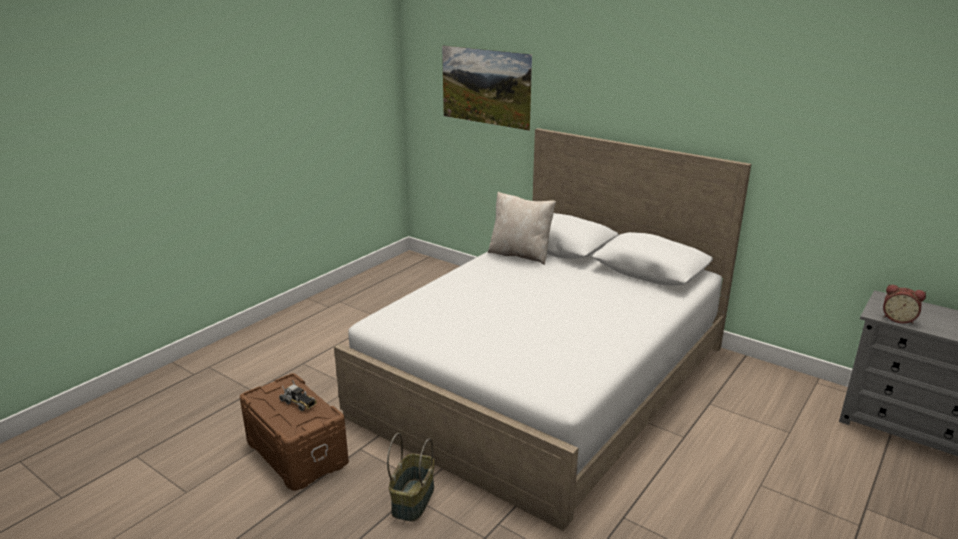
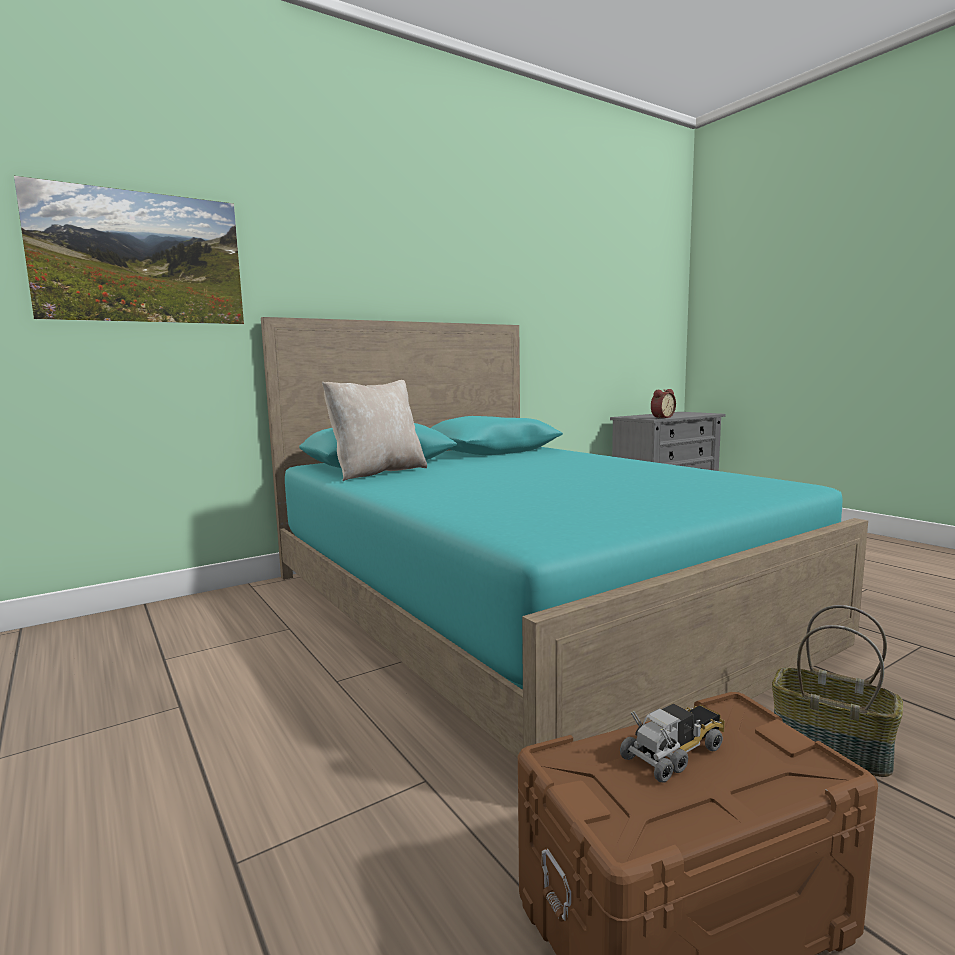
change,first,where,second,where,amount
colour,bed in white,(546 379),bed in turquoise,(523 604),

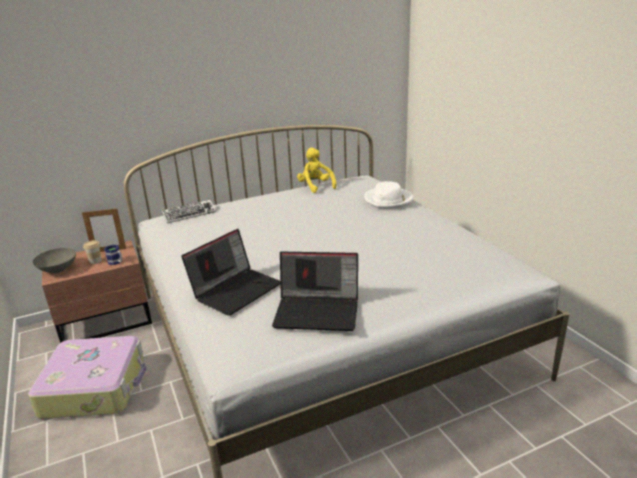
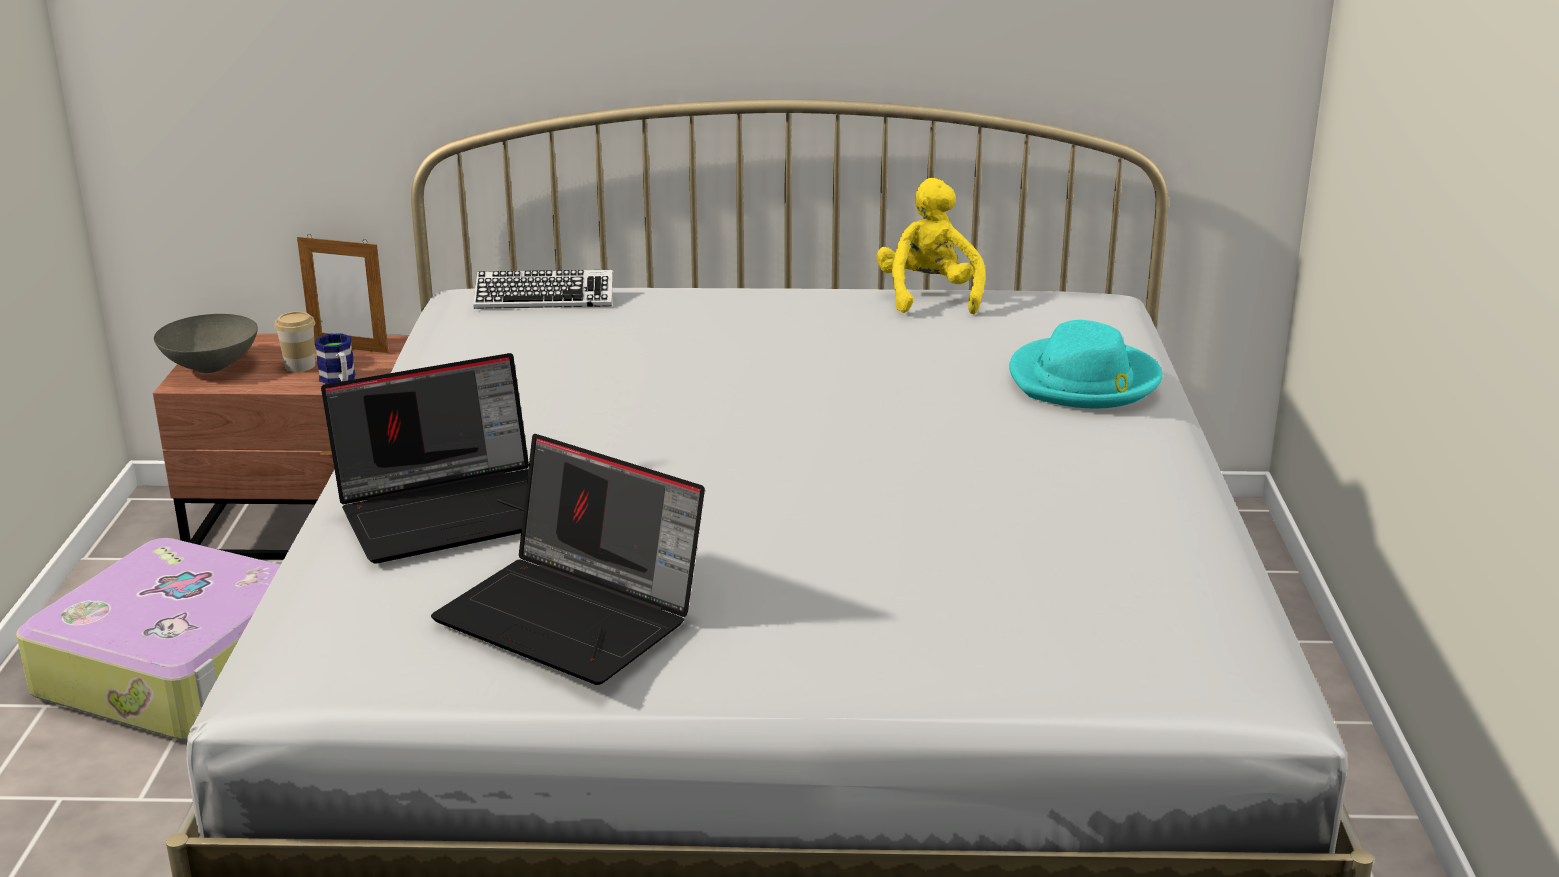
change,first,where,second,where,amount
colour,hat in white,(388 200),hat in turquoise,(1084 381),

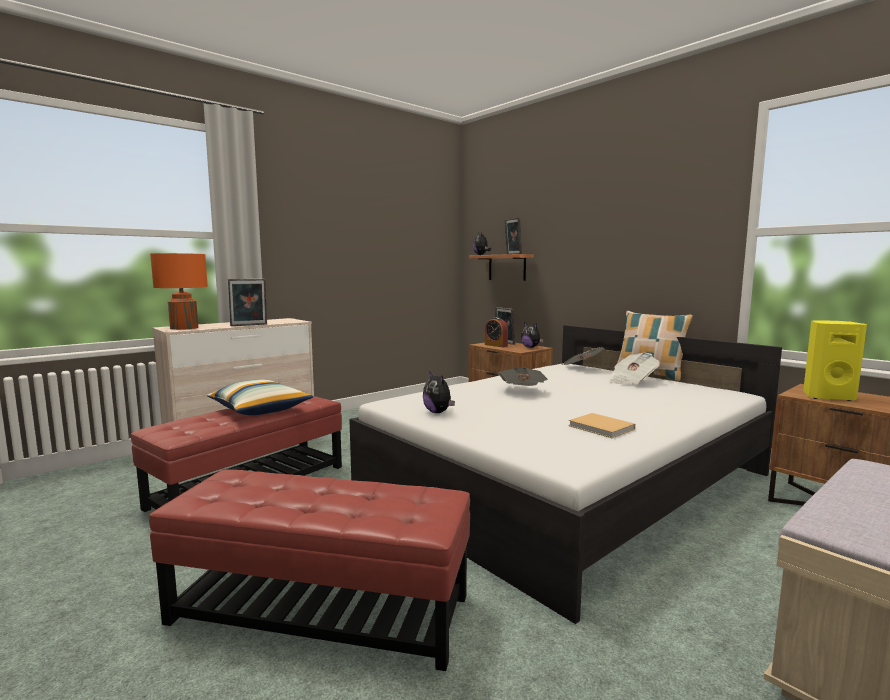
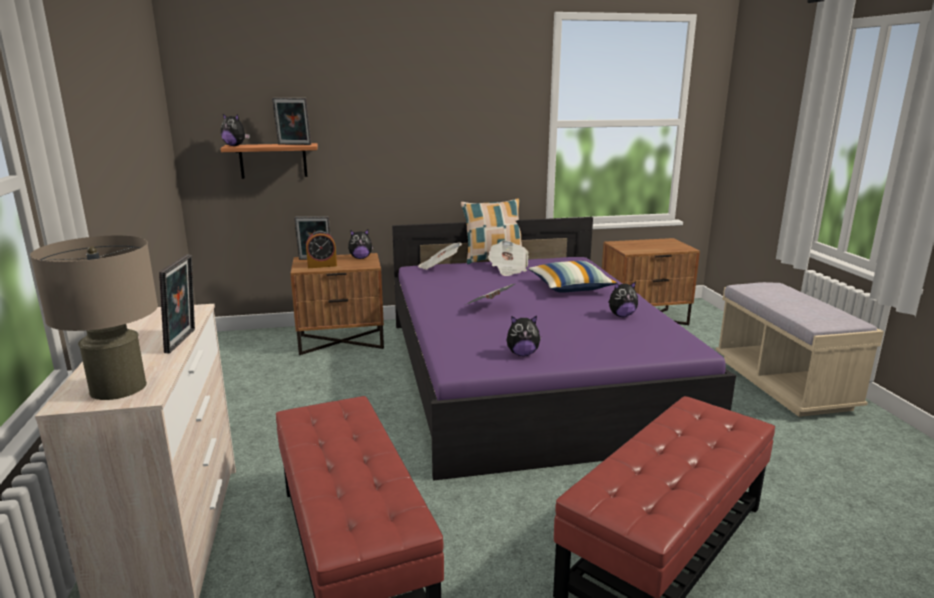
change,first,where,second,where,amount
colour,table lamp in orange,(184 328),table lamp in beige,(118 387),
relocated,pillow,(260 410),,(570 287),
colour,bed in white,(565 481),bed in purple,(528 375),
exchanged,book in beige,(602 428),plush toy,(621 315),
missing,speaker in yellow,(827 397),,,

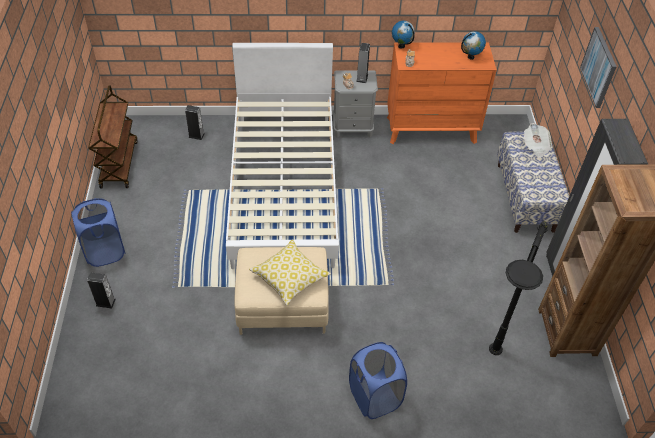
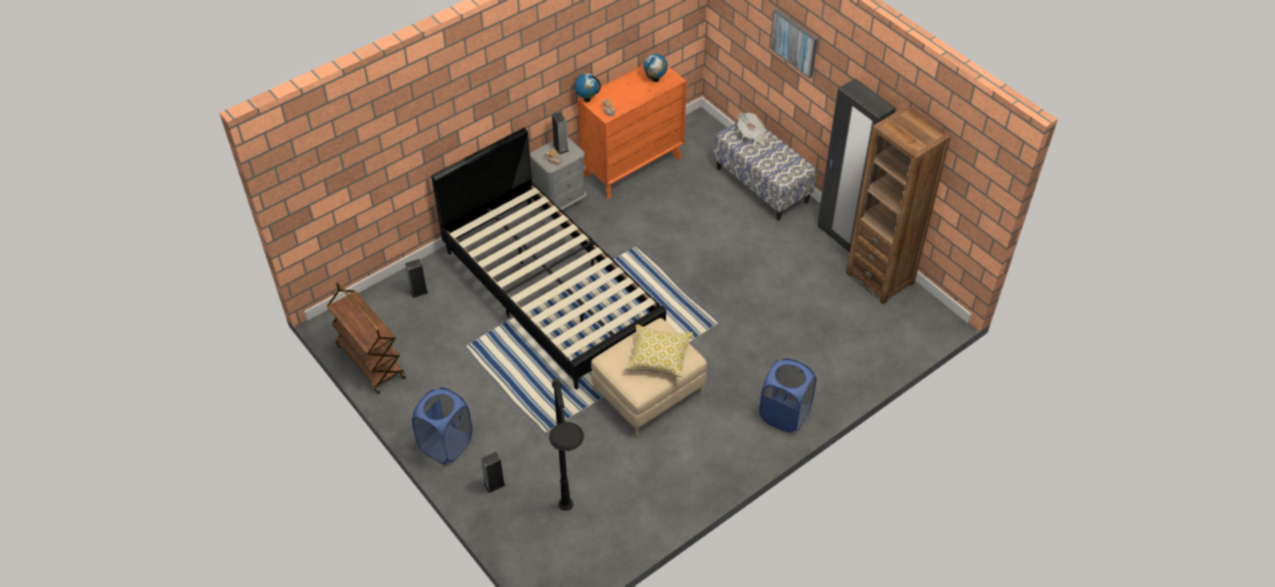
change,first,where,second,where,amount
colour,bed in white,(284 187),bed in black,(551 292),
relocated,floor lamp in black,(481 384),,(572 544),

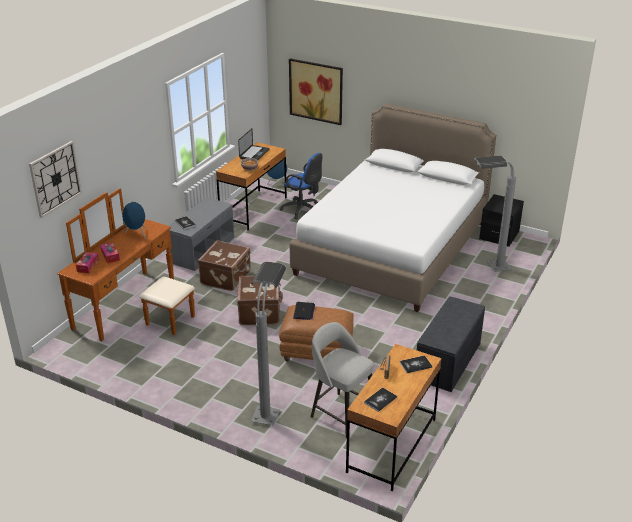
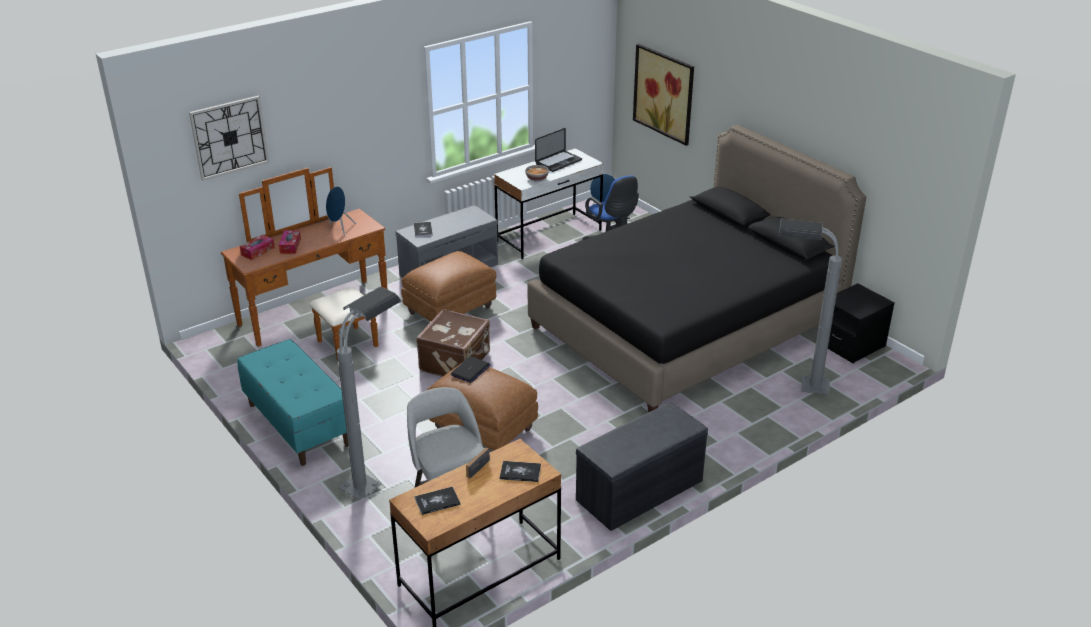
change,first,where,second,where,amount
exchanged,suitcase in brown,(226 277),ottoman in brown,(450 310),
colour,desk in brown,(254 210),desk in white,(549 236),
colour,bed in white,(392 248),bed in black,(686 325),
appeared,,,bench in turquoise,(298 424),

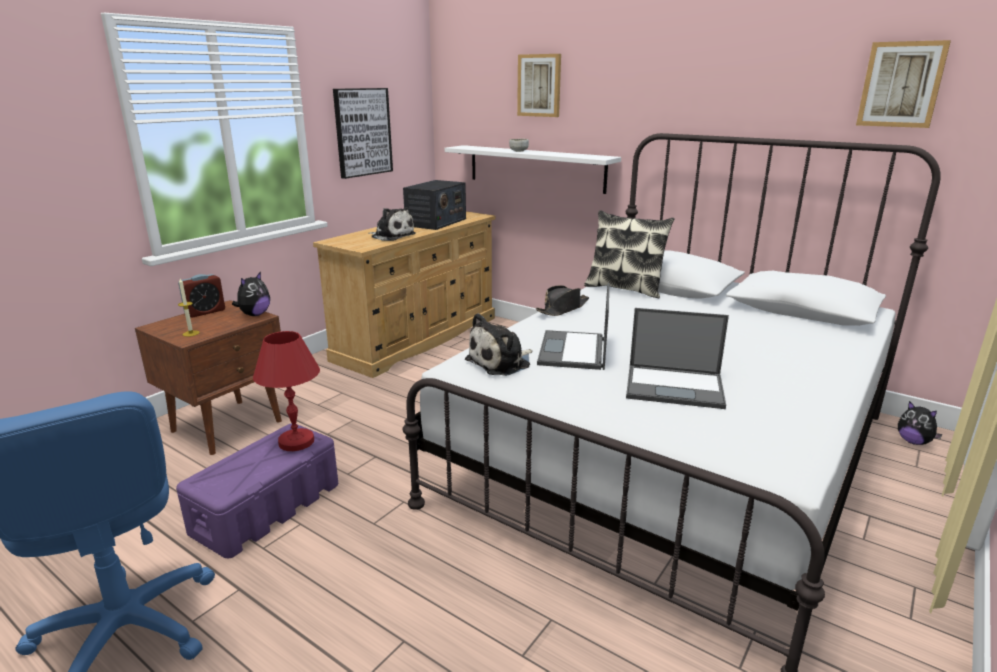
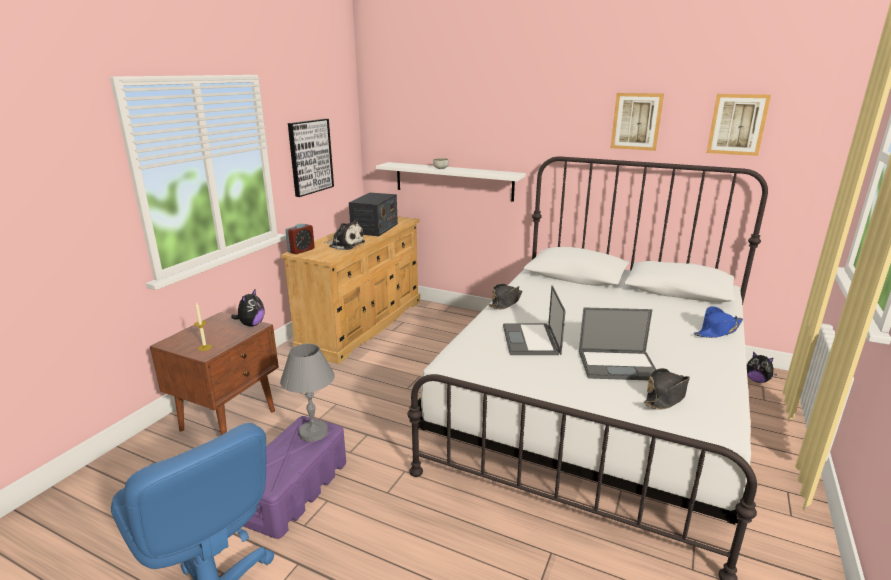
change,first,where,second,where,amount
relocated,alarm clock,(205 312),,(301 250),
colour,table lamp in red,(297 441),table lamp in grey,(314 432),
missing,plush toy,(501 362),,,
relocated,picture,(539 85),,(636 121),
missing,pillow,(625 288),,,
appeared,,,hat in black,(666 396),
appeared,,,hat in blue,(717 331),

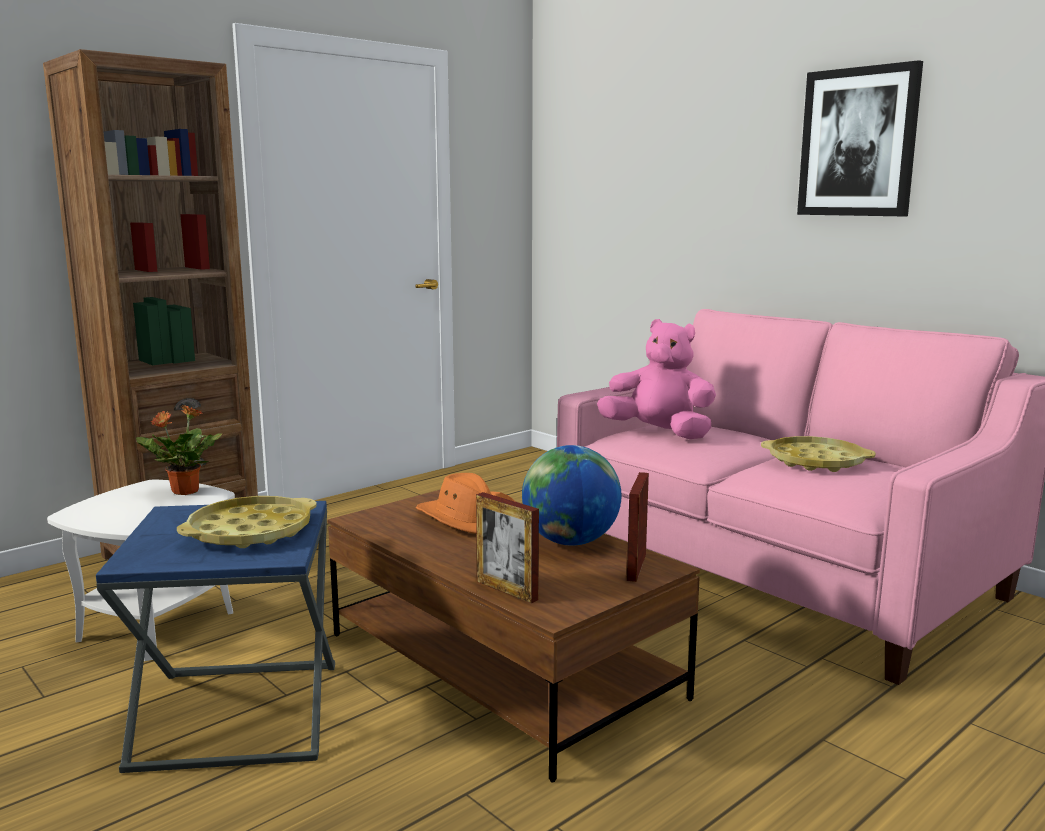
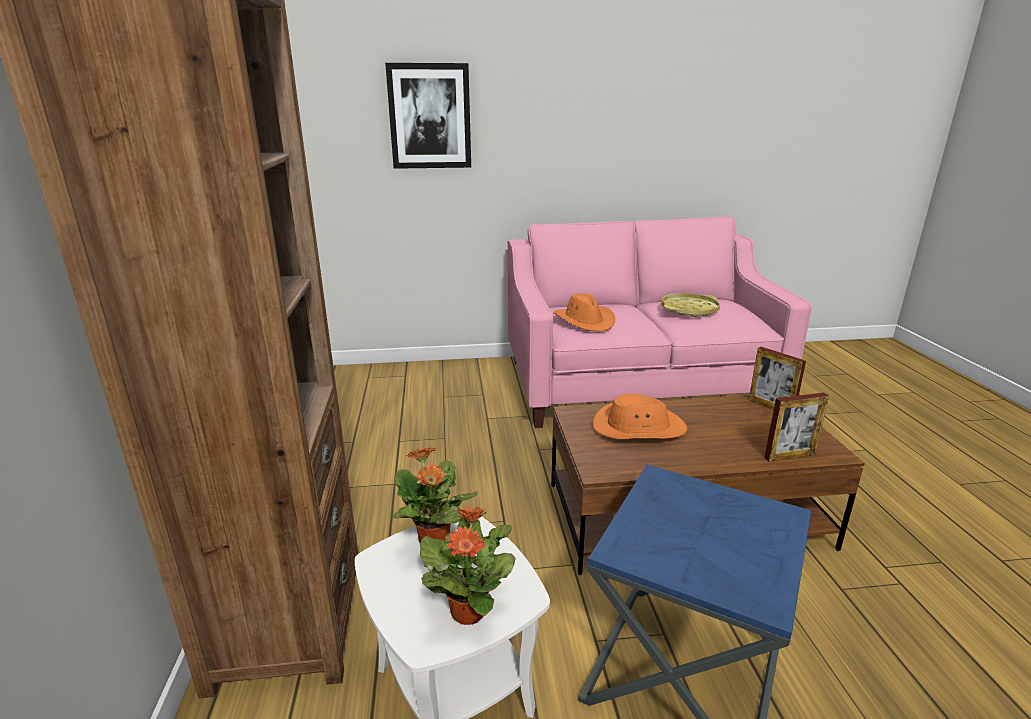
change,first,where,second,where,amount
missing,tray in yellow,(250 532),,,
missing,globe,(570 542),,,
exchanged,plush toy in pink,(659 433),hat in orange,(585 321),
relocated,picture,(858 142),,(430 117),
appeared,,,potted plant,(469 610),

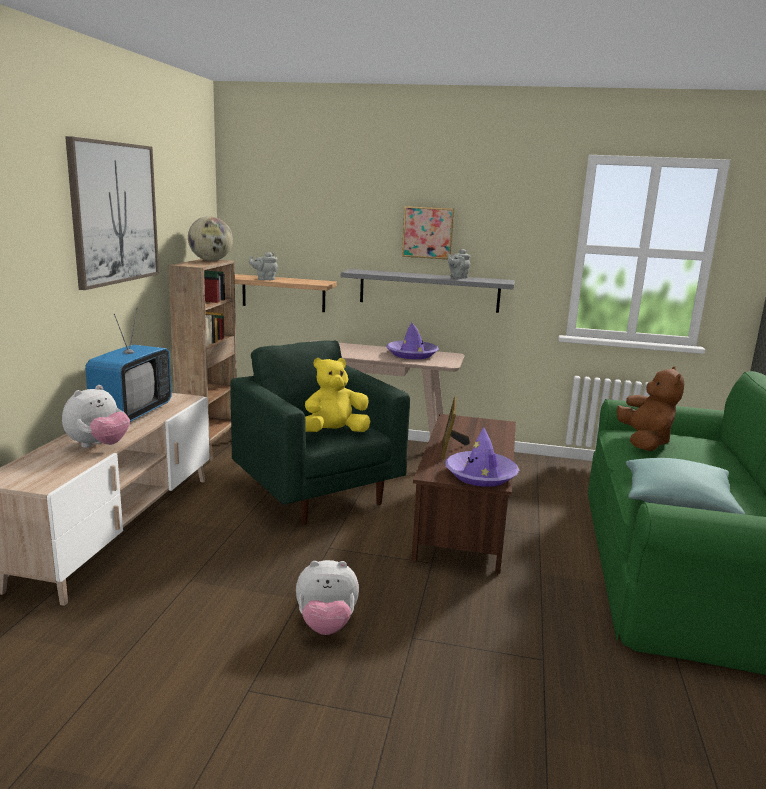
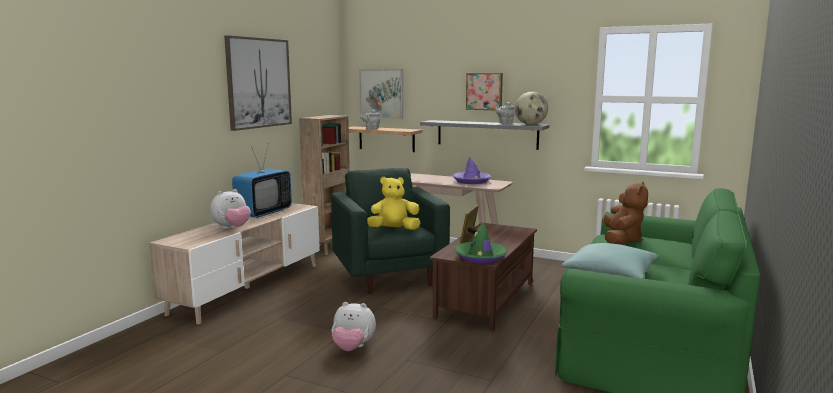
change,first,where,second,where,amount
relocated,globe,(211 260),,(530 124),
colour,hat in purple,(481 475),hat in green,(480 257),
appeared,,,picture,(381 93),

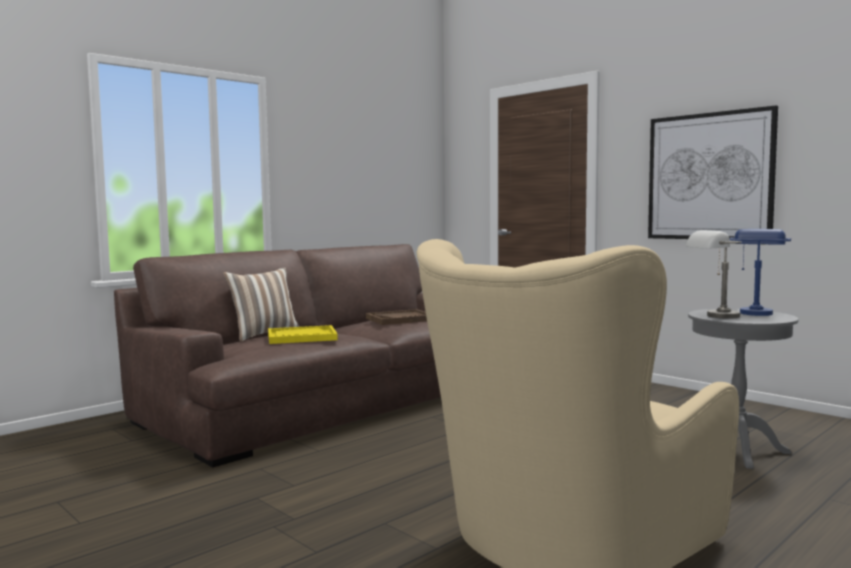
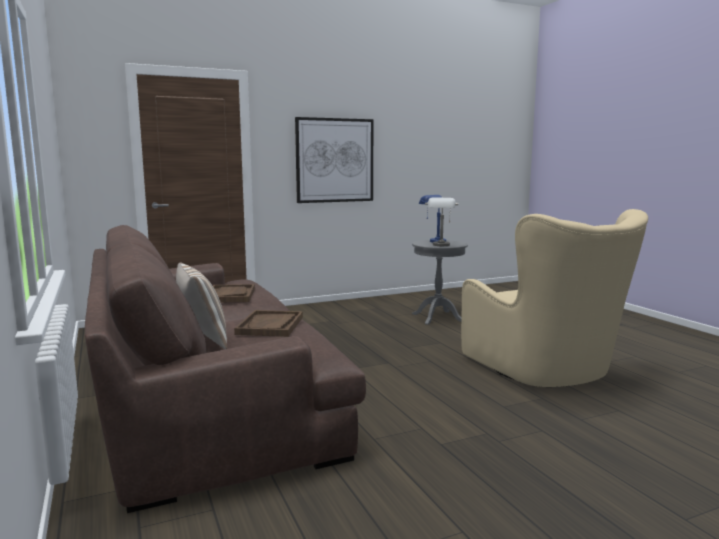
change,first,where,second,where,amount
colour,tray in yellow,(301 337),tray in brown,(270 325),

